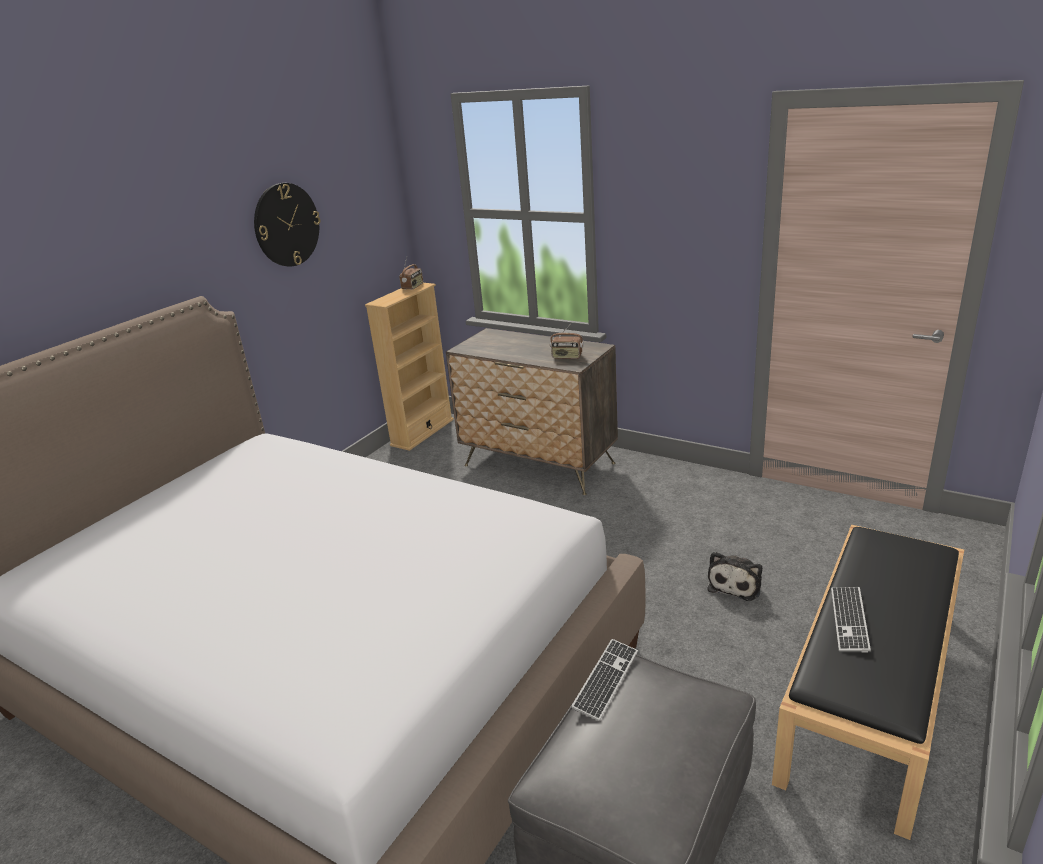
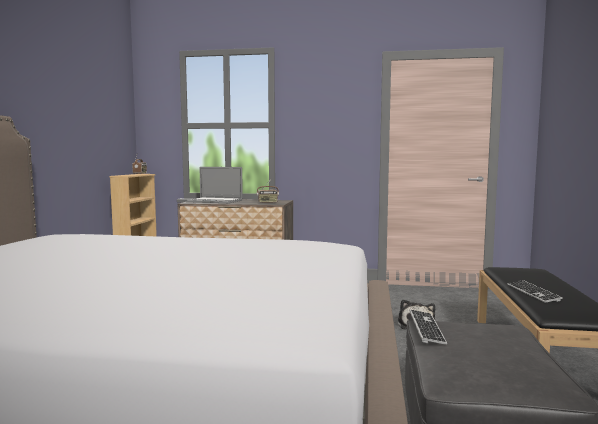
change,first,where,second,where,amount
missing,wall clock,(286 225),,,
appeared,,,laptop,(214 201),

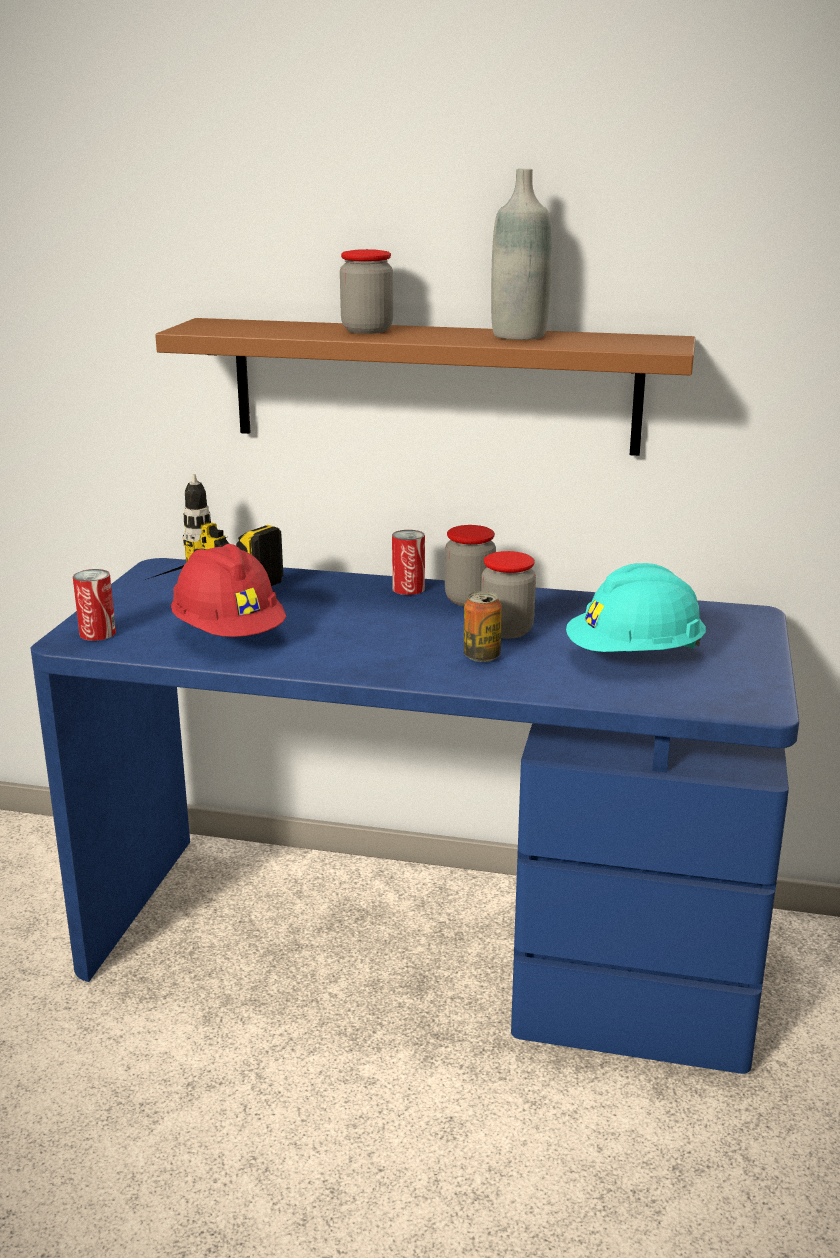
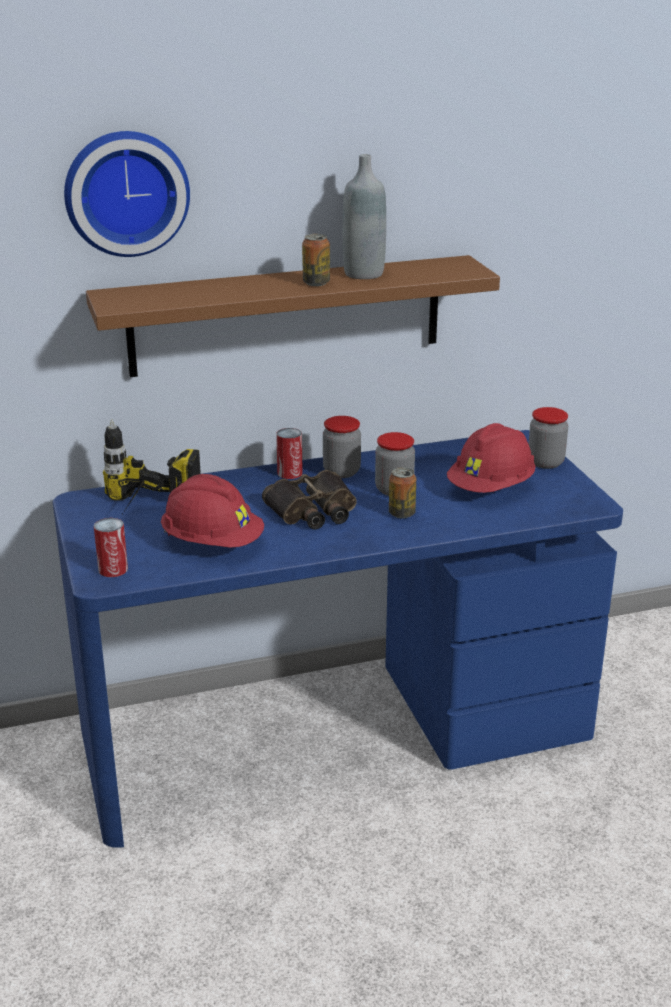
change,first,where,second,where,amount
relocated,jar,(367 330),,(545 462),
colour,hard hat in turquoise,(634 656),hard hat in red,(491 488),
appeared,,,wall clock,(126 192),
appeared,,,binoculars,(313 511),
appeared,,,can,(316 283),

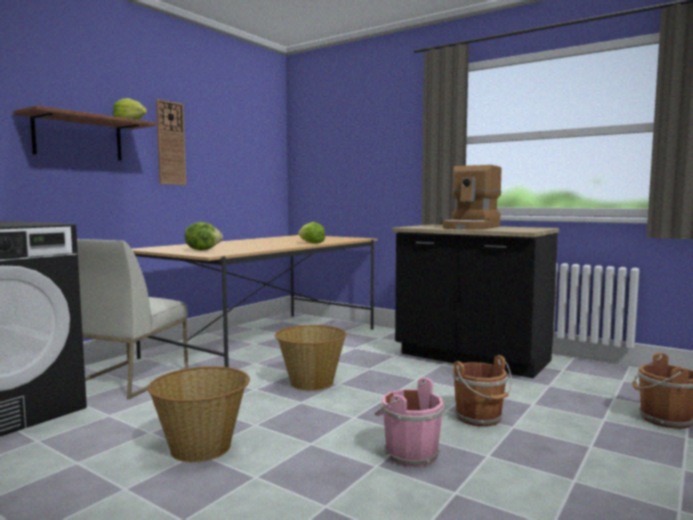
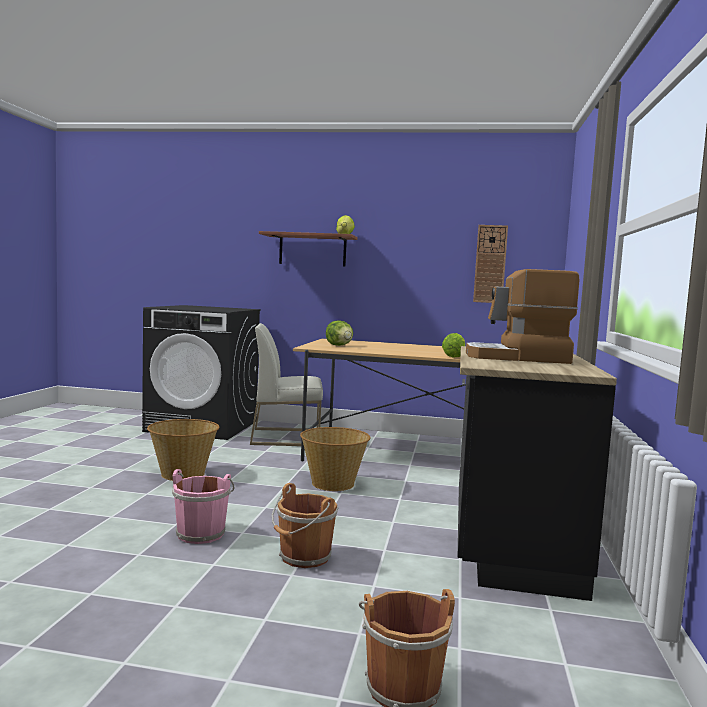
change,first,where,second,where,amount
relocated,wall clock,(170 143),,(490 264),

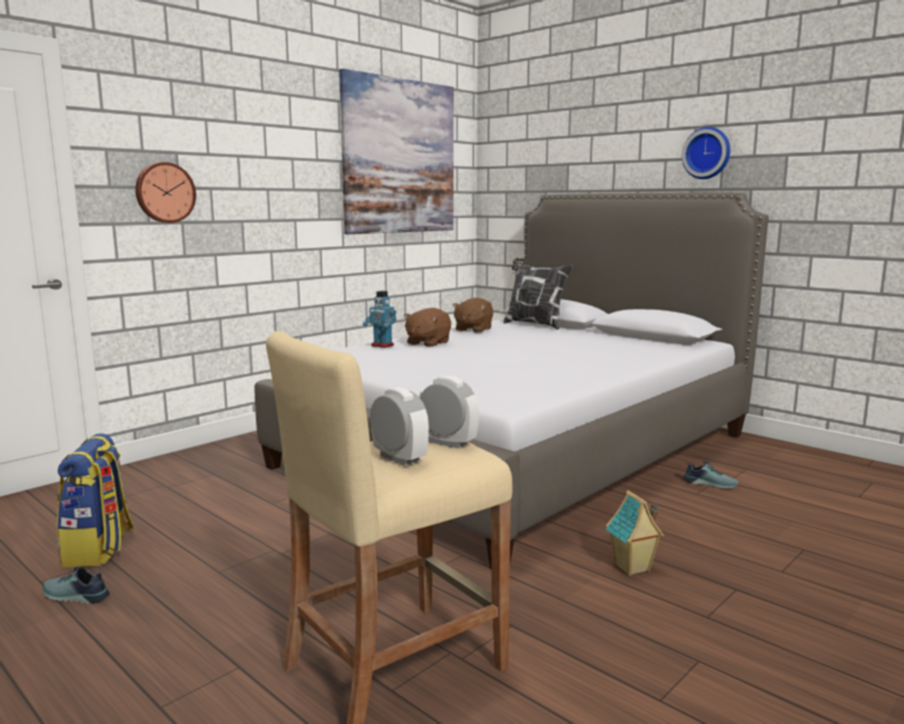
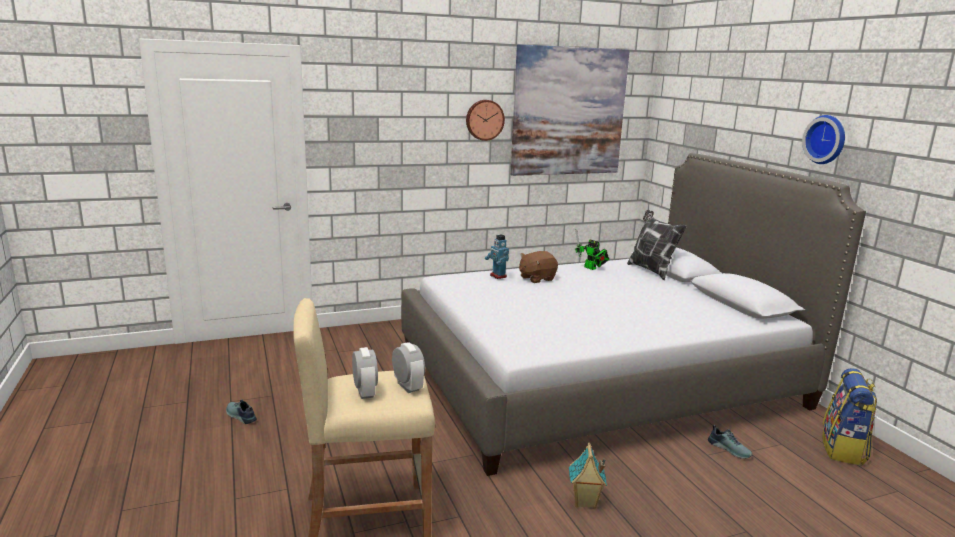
change,first,where,second,where,amount
relocated,backpack,(100 549),,(843 450),
relocated,wall clock,(164 192),,(484 120),
exchanged,plush toy in brown,(473 329),toy robot,(591 268),

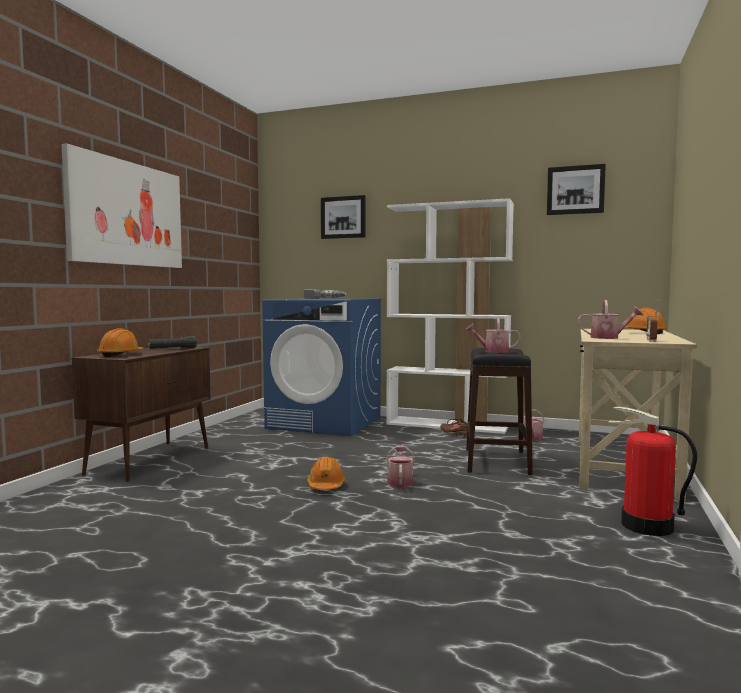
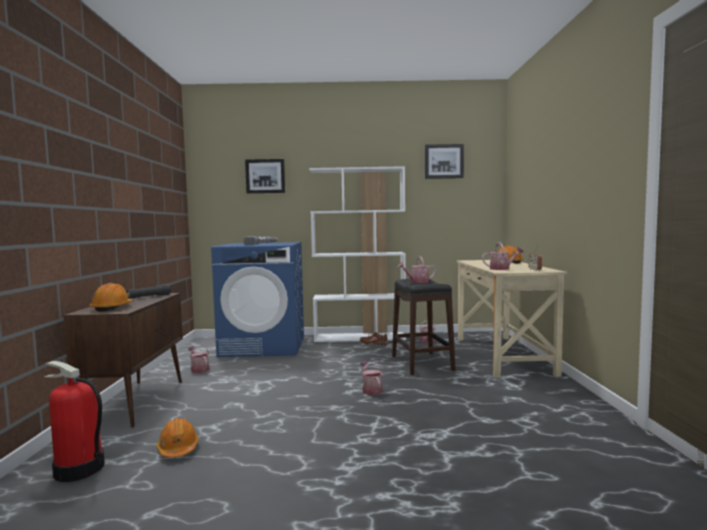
change,first,where,second,where,amount
missing,picture,(126 214),,,
relocated,hard hat in orange,(326 486),,(178 448),
relocated,fire extinguisher,(646 526),,(78 469),
appeared,,,watering can,(199 369),

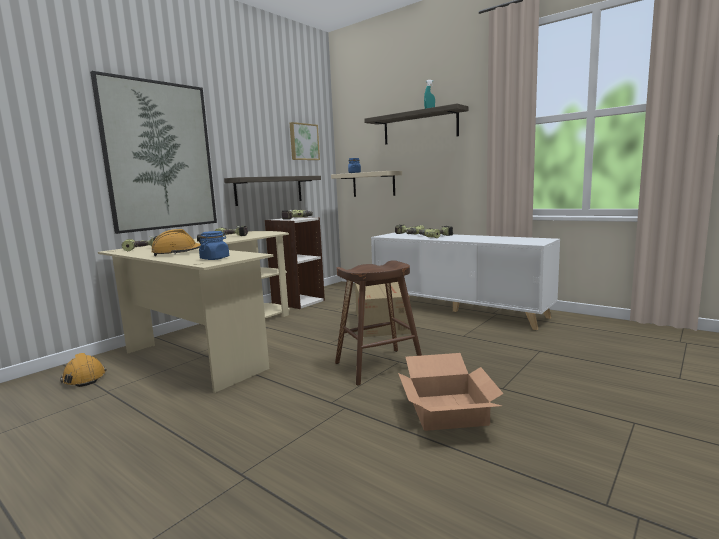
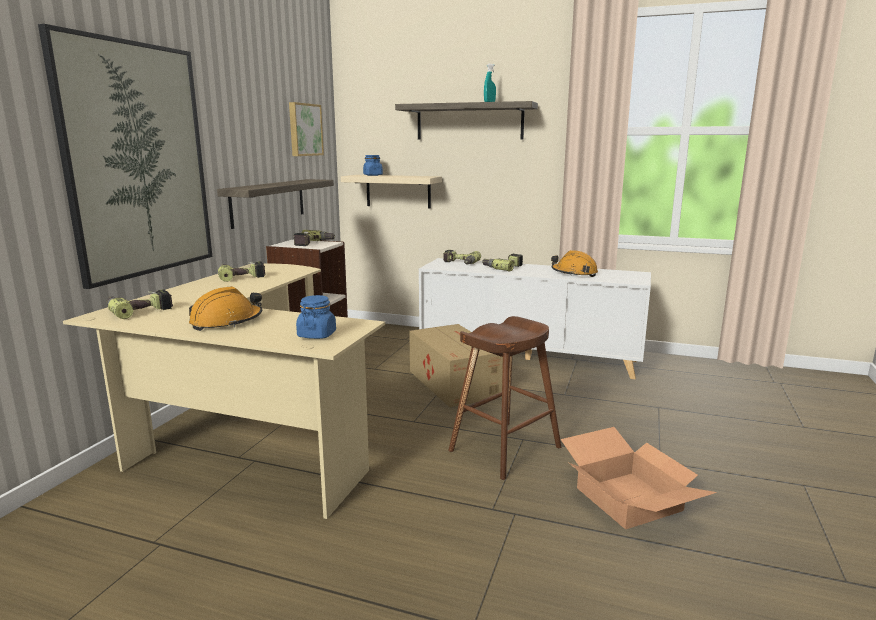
change,first,where,second,where,amount
relocated,hard hat in orange,(84 378),,(574 273),

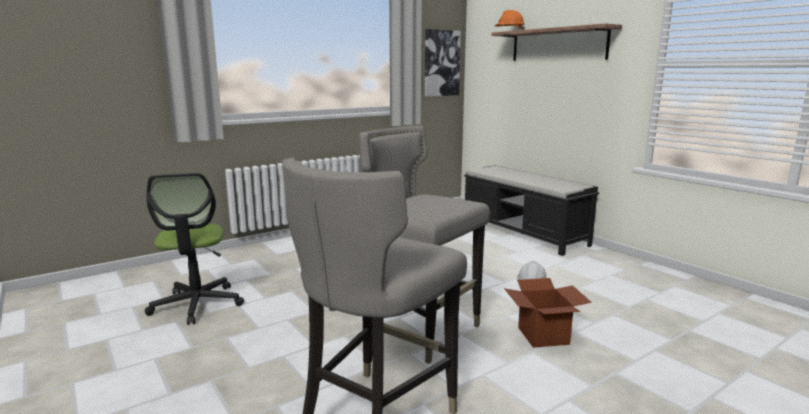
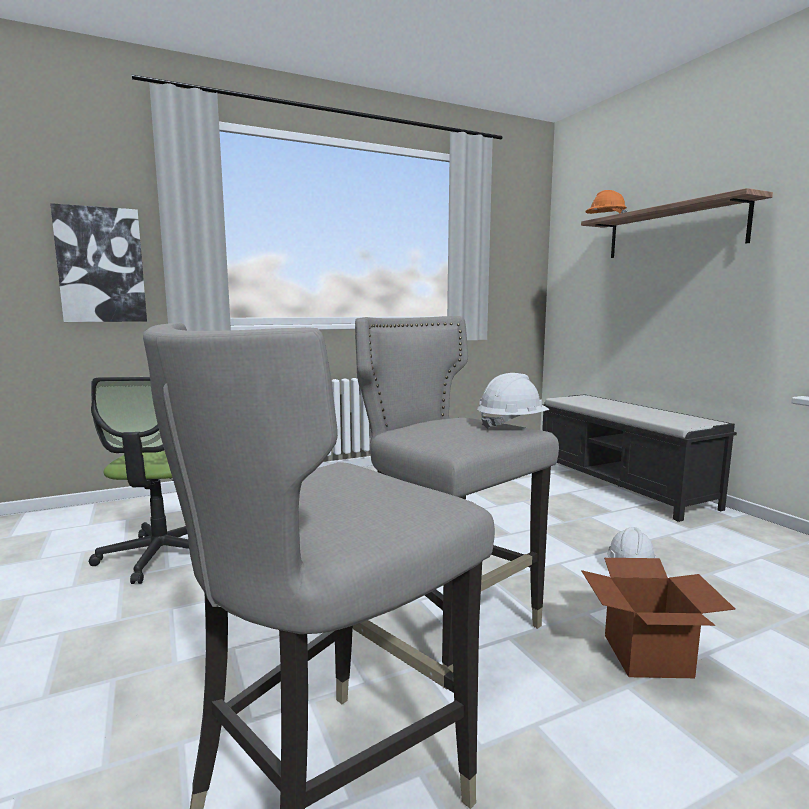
change,first,where,second,where,amount
relocated,picture,(441 63),,(101 265),
appeared,,,hard hat in white,(511 424),

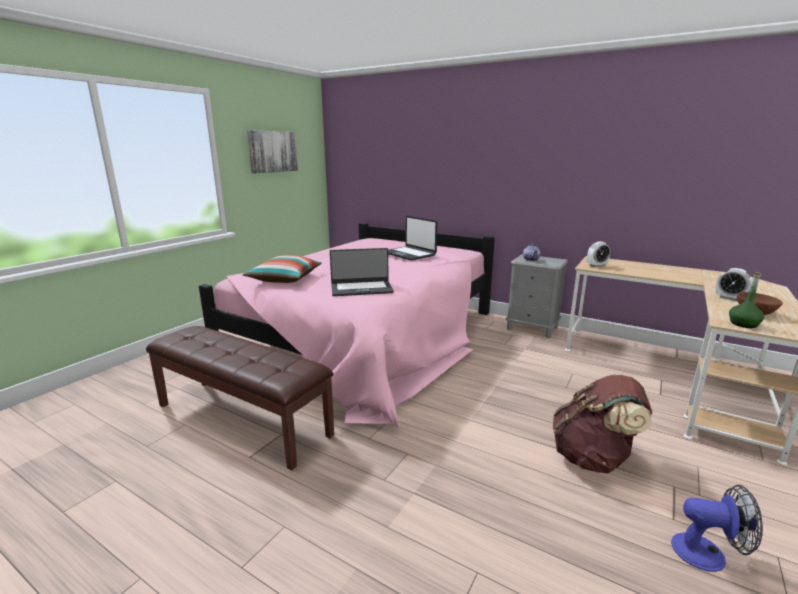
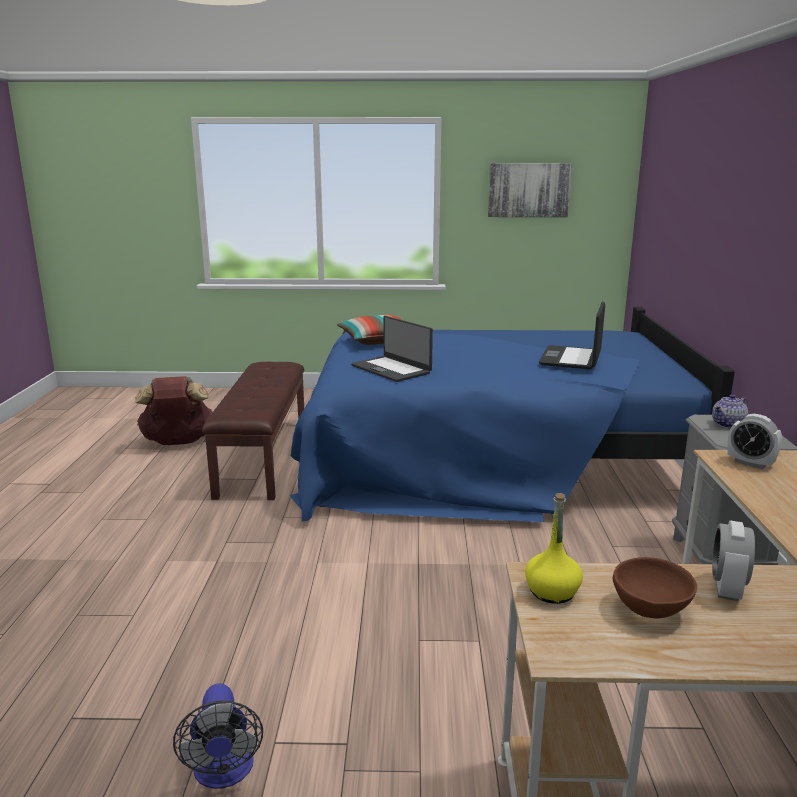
change,first,where,second,where,amount
colour,bed in pink,(368 337),bed in blue,(490 456),
relocated,backpack in brown,(593 458),,(178 442),
colour,bottle in green,(743 324),bottle in yellow,(552 592),

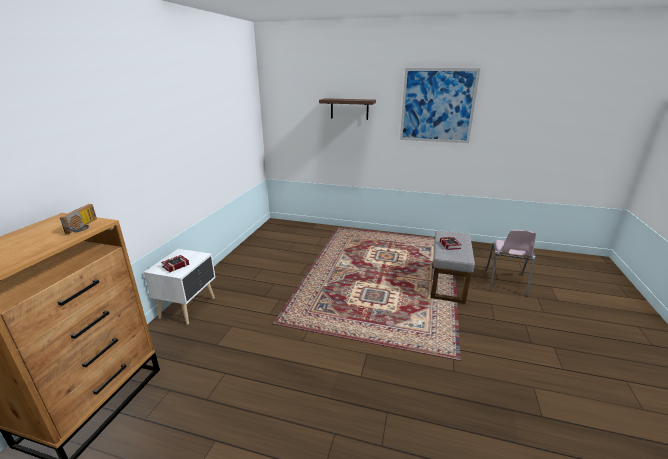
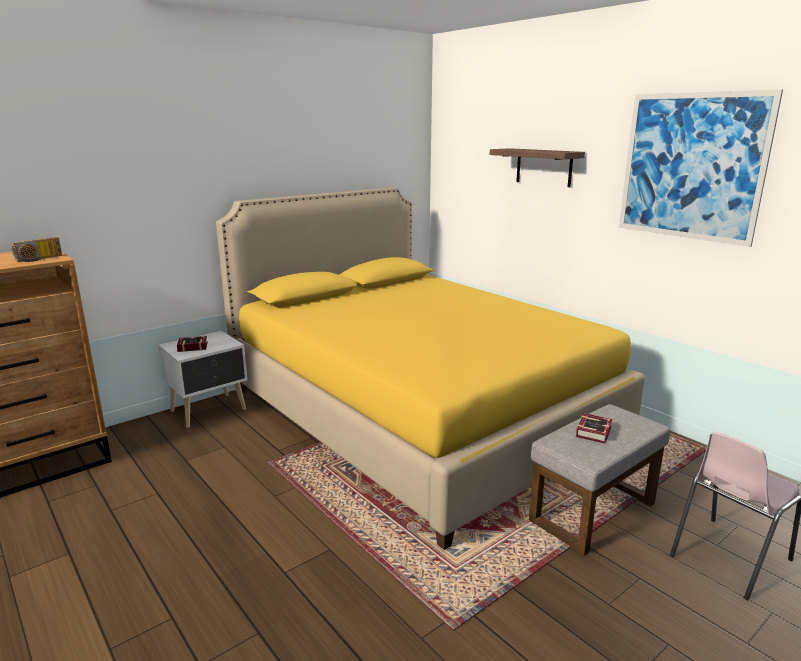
change,first,where,second,where,amount
appeared,,,bed in yellow,(417 414),

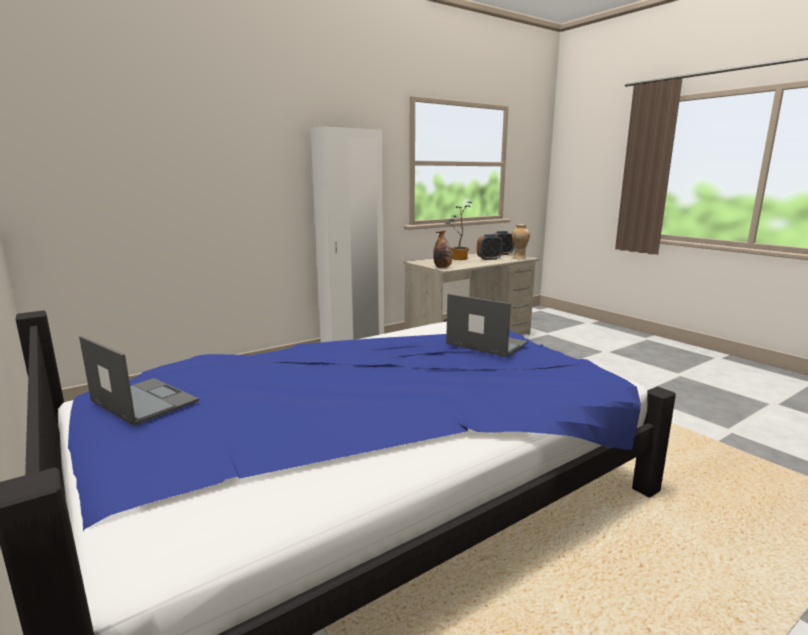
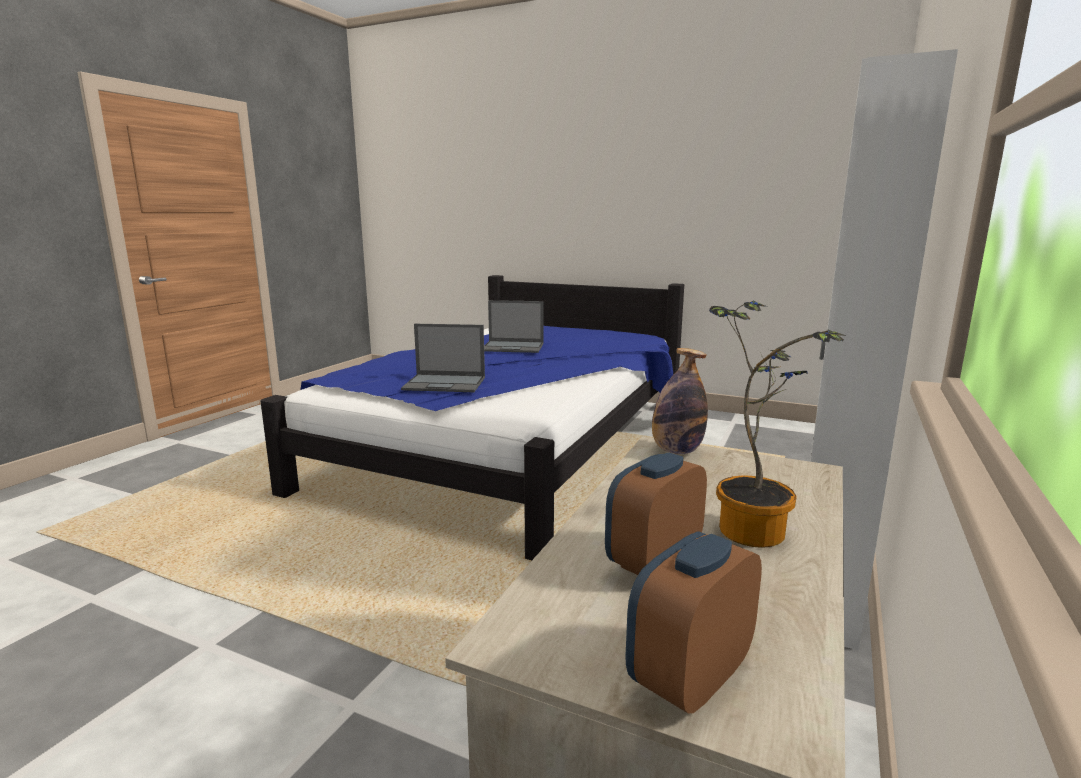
change,first,where,second,where,amount
relocated,laptop,(143 401),,(514 347),
missing,vase,(519 258),,,

